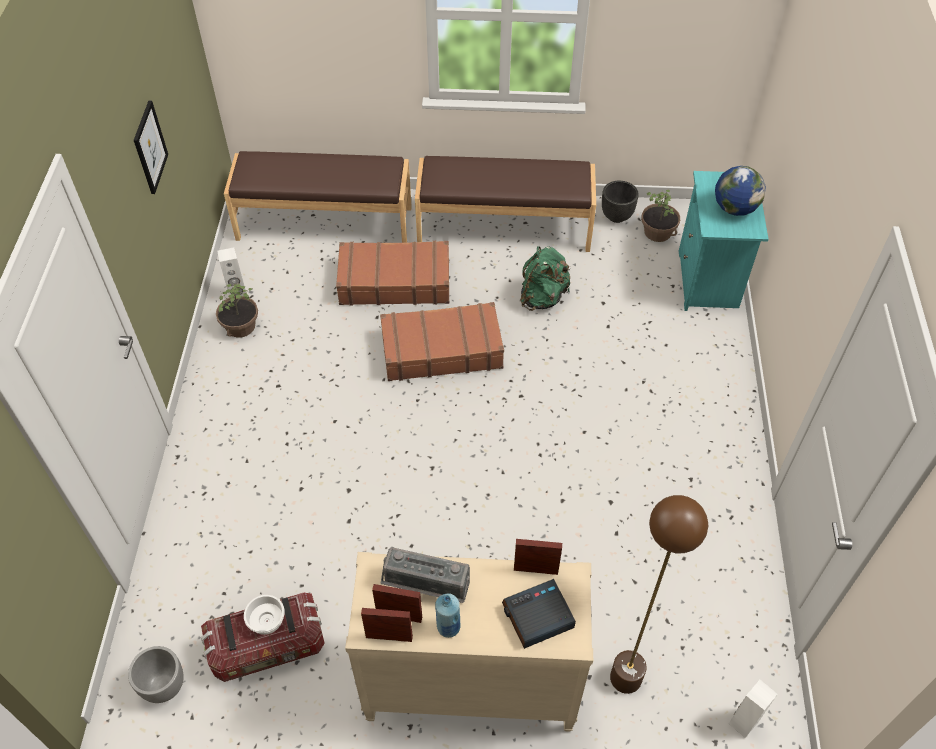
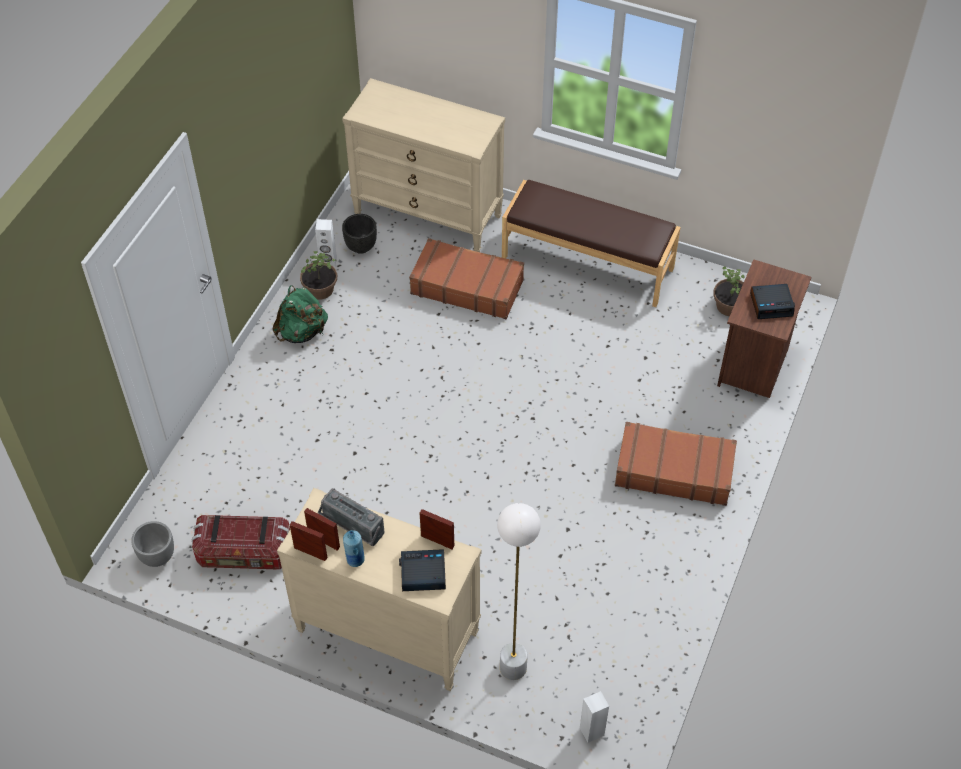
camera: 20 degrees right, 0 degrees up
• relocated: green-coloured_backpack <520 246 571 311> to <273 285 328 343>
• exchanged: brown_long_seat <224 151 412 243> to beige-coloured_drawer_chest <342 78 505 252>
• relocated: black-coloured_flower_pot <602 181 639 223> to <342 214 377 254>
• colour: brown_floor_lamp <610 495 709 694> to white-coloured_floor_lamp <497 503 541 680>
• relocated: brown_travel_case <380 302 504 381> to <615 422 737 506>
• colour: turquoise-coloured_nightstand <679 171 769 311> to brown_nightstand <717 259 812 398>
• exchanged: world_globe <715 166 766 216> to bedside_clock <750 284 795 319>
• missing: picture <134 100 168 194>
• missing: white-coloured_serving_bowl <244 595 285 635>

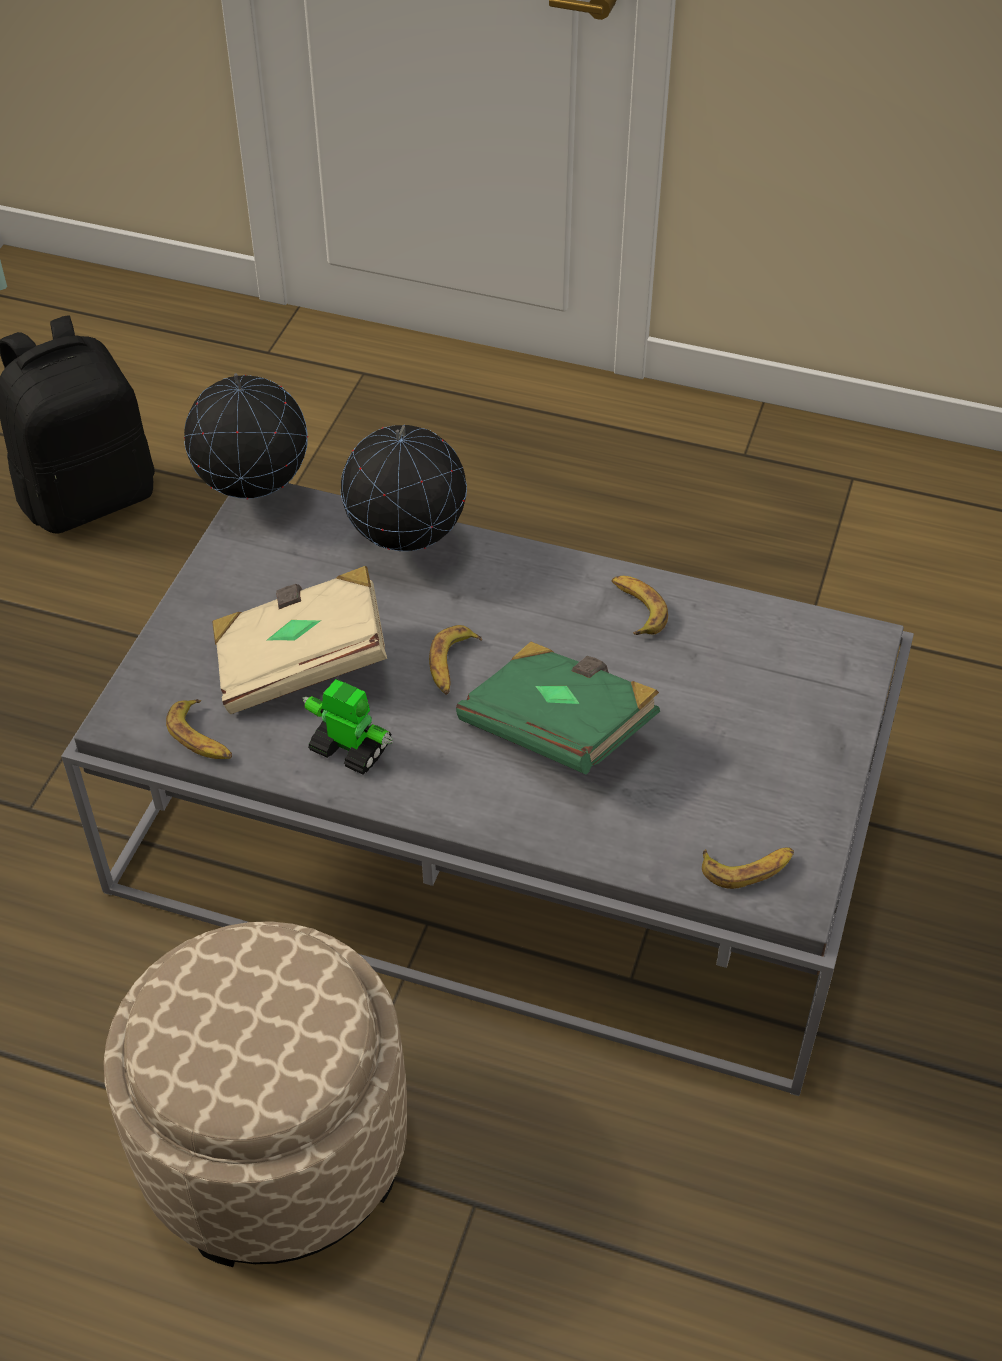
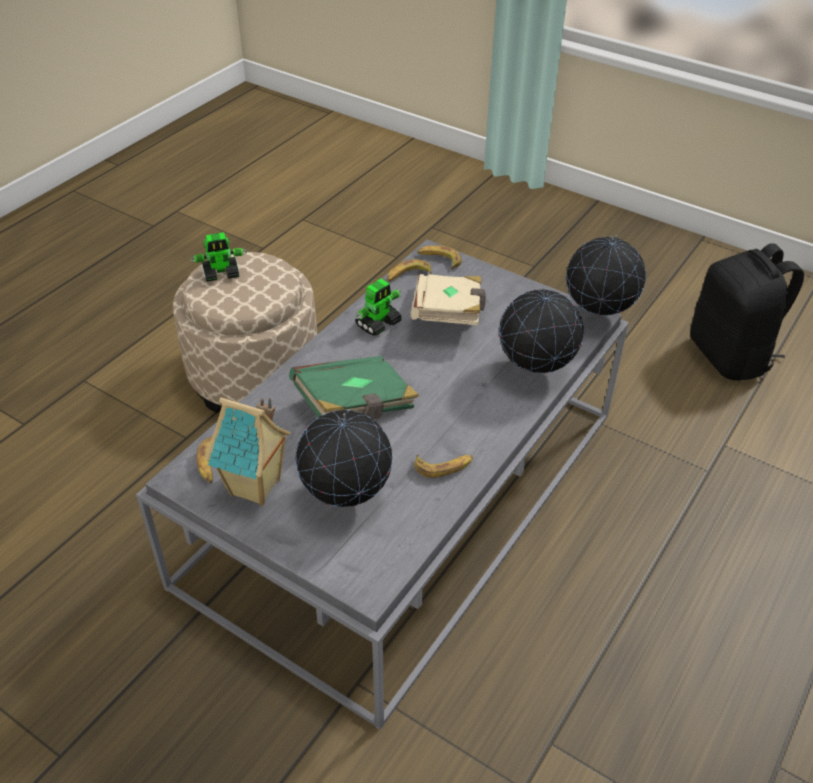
camera: 105 degrees right, 5 degrees down
• appeared: model_robot <191 232 247 282>
• appeared: toy_house <205 397 290 506>
• appeared: world_globe <295 410 393 507>
• relocated: banana <429 625 482 695> to <417 245 462 269>

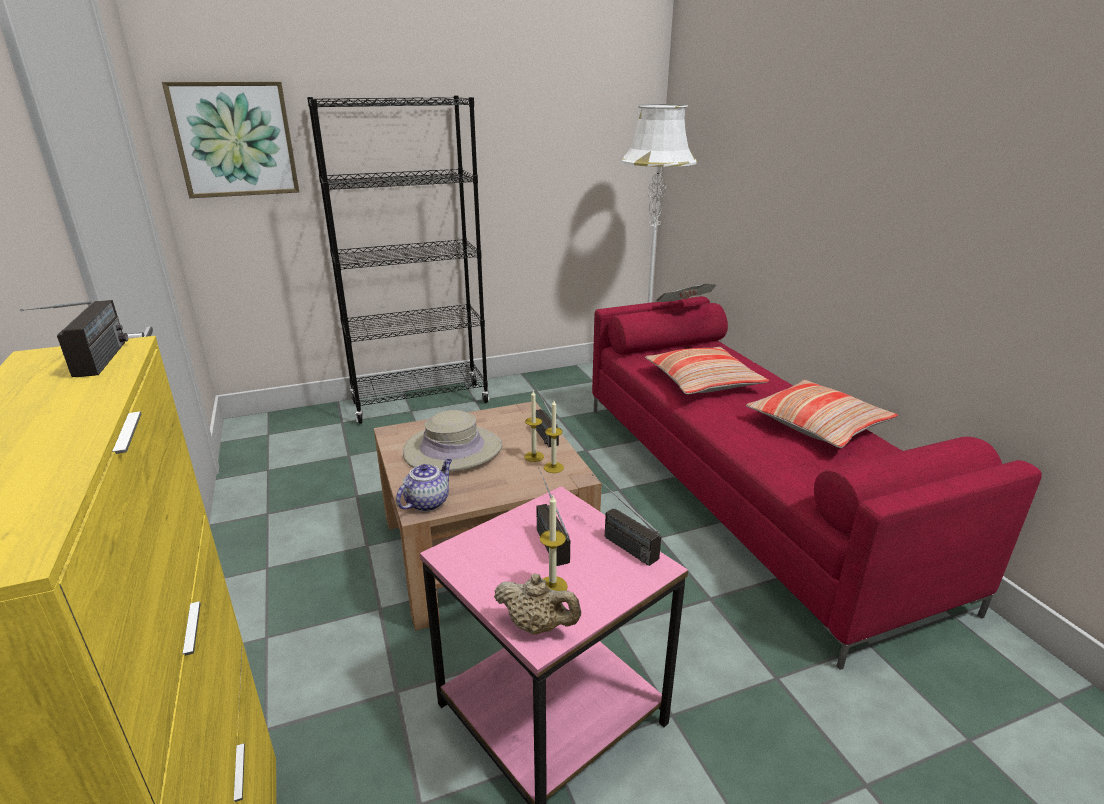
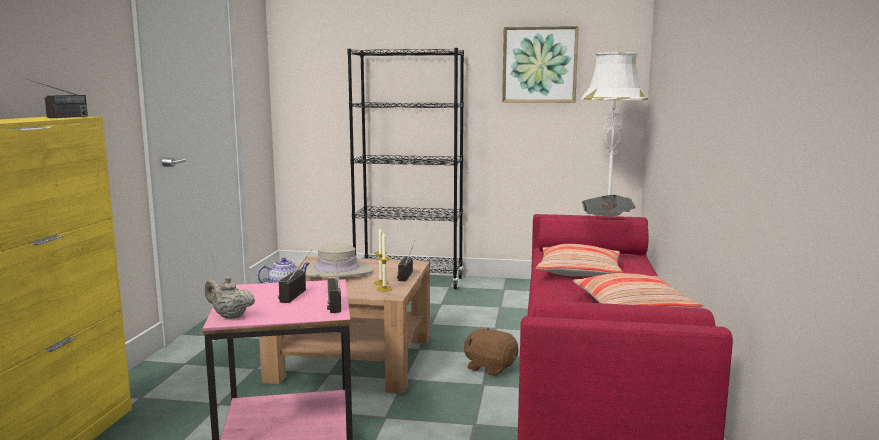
camera: 30 degrees right, 15 degrees down
• spun: beige-coloured_tea_pot <494 573 581 635> = <205 277 255 319> 150 degrees clockwise
• appeared: brown_soft_toy <464 328 518 376>
• relocated: picture <162 81 299 198> to <502 26 579 102>
• missing: wax_light <540 495 568 591>

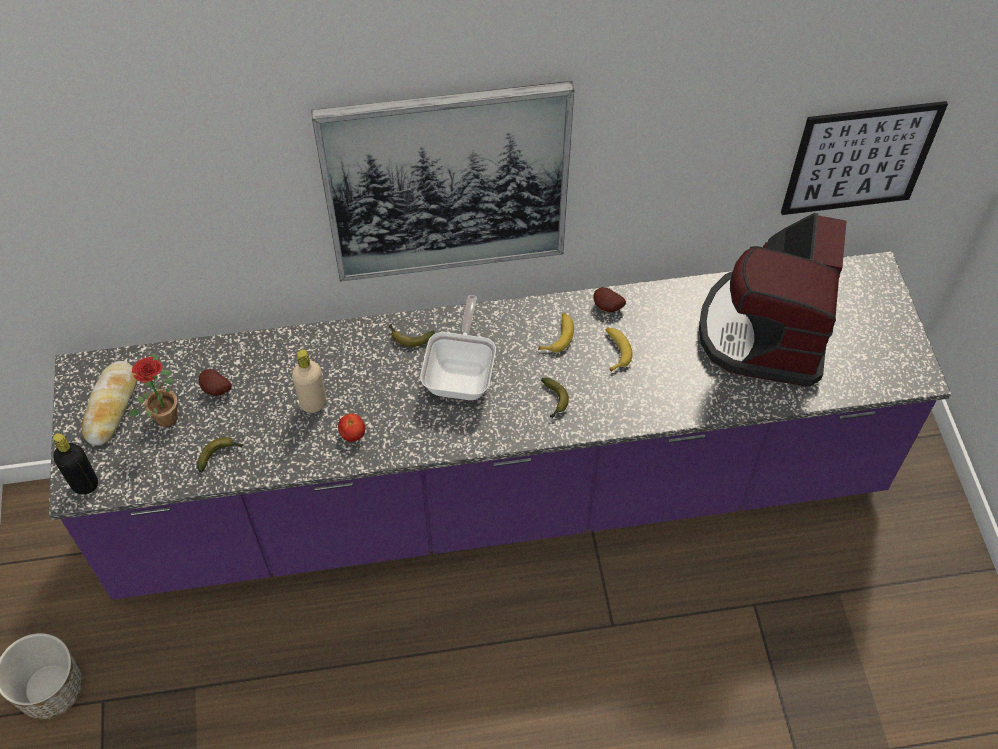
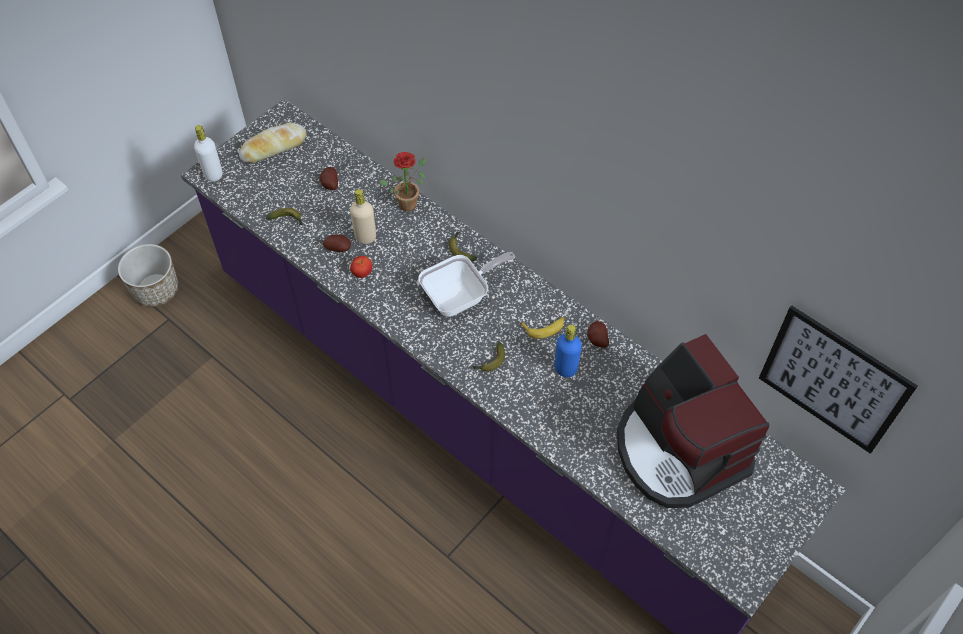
camera: 50 degrees right, 0 degrees up
• colour: black-coloured_beverage_bottle <53 433 98 494> to white-coloured_beverage_bottle <194 125 223 182>
• appeared: spud <323 235 351 252>
• relocated: houseplant <129 353 178 427> to <379 152 426 212>
• exchanged: banana <606 327 633 372> to bluish_beverage_bottle <555 325 582 377>
• spun: coffee_brewer <699 213 846 387> = <617 334 770 508> 90 degrees counterclockwise
• missing: picture <311 81 574 282>

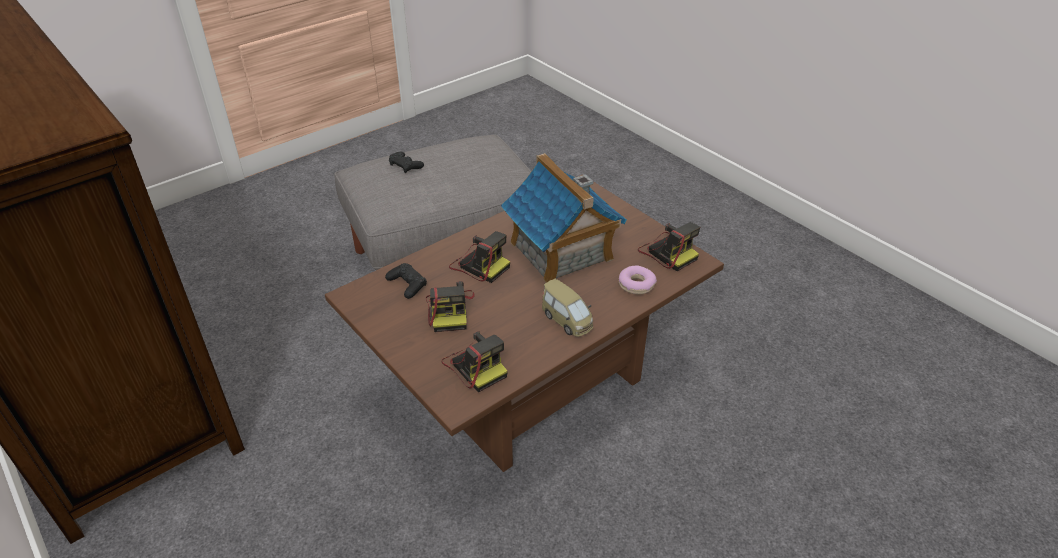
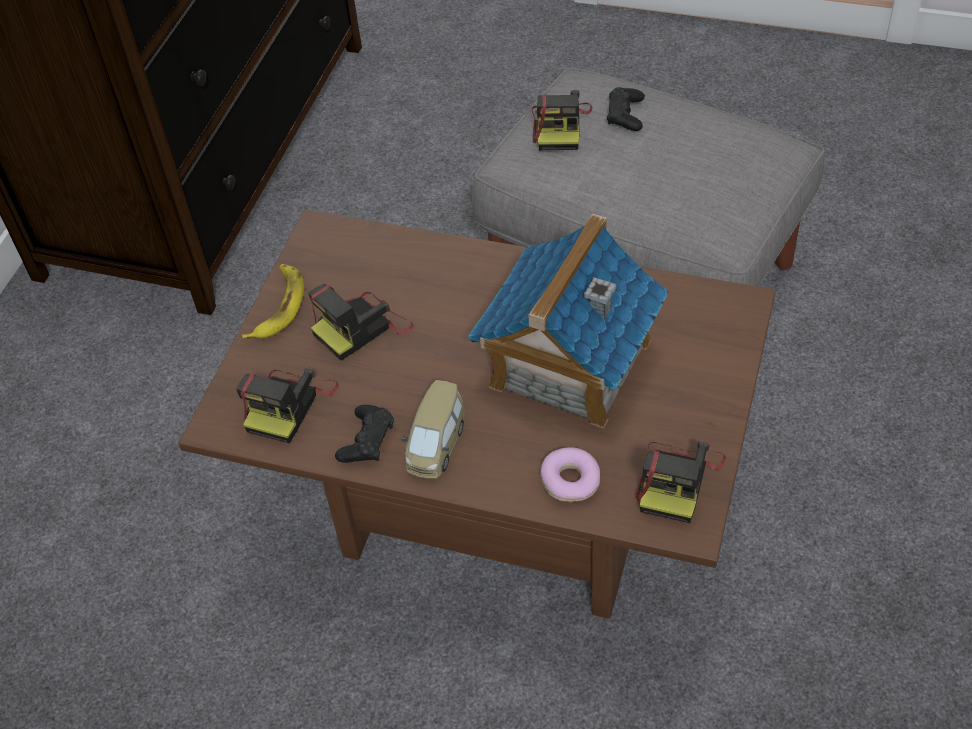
camera: 60 degrees right, 10 degrees up
• appeared: banana <242 264 304 338>
• relocated: black-coloured_joypad <385 263 427 299> to <335 405 394 463>
• relocated: still_camera <449 231 510 283> to <532 90 592 150>

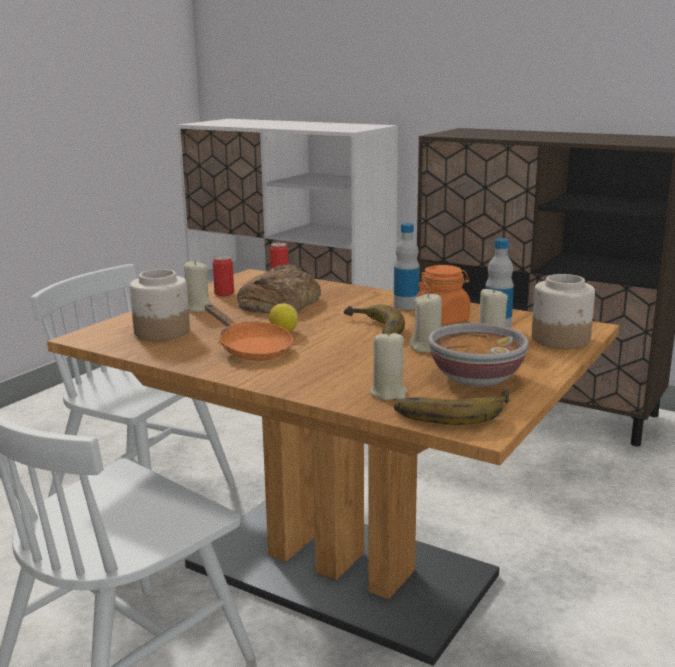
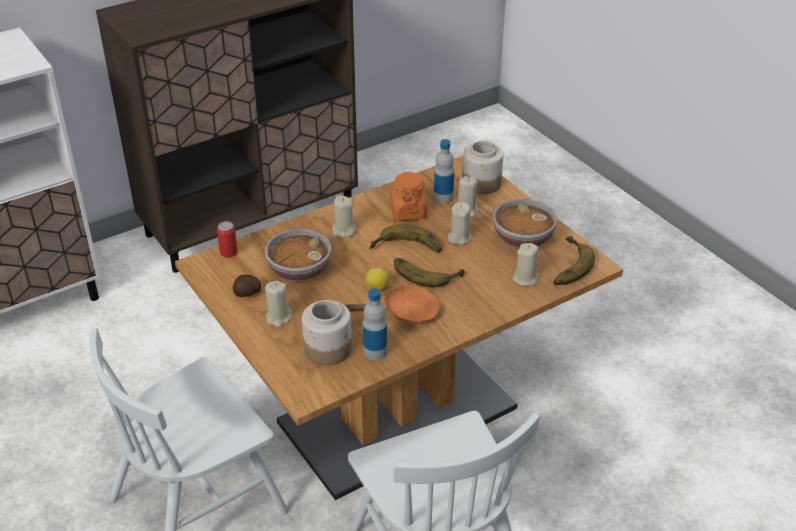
camera: 65 degrees left, 20 degrees up
• exchanged: sealed_can <213 255 234 296> to spud <233 275 261 297>
• exchanged: bread <237 264 321 313> to serving_bowl <265 229 332 282>
• appeared: beige-coloured_wax_light <332 196 356 238>
• relocated: beverage_bottle <394 223 420 310> to <363 288 387 360>
• appeared: banana <394 258 465 287>

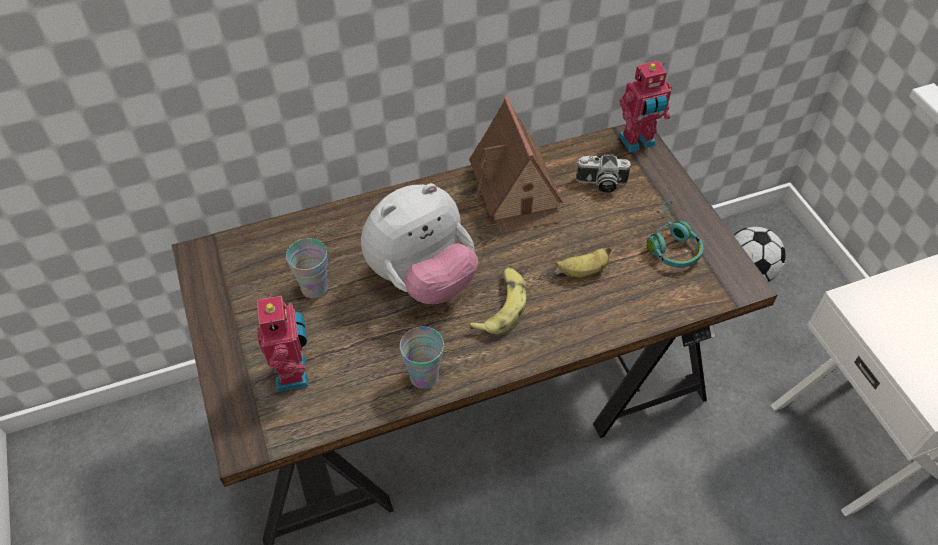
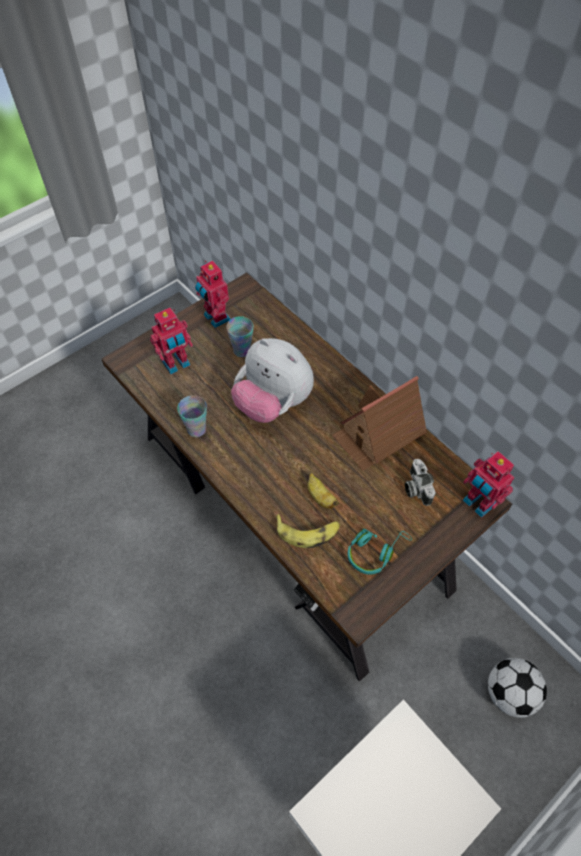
camera: 70 degrees right, 5 degrees up
• appeared: model_robot <195 261 231 328>
• relocated: banana <469 268 527 334> to <276 514 340 548>

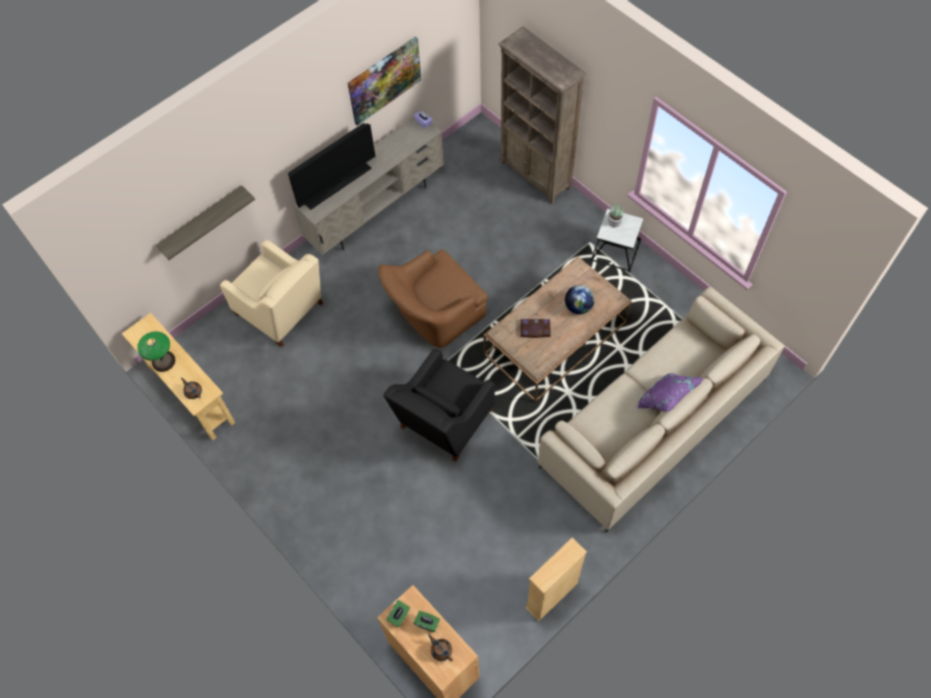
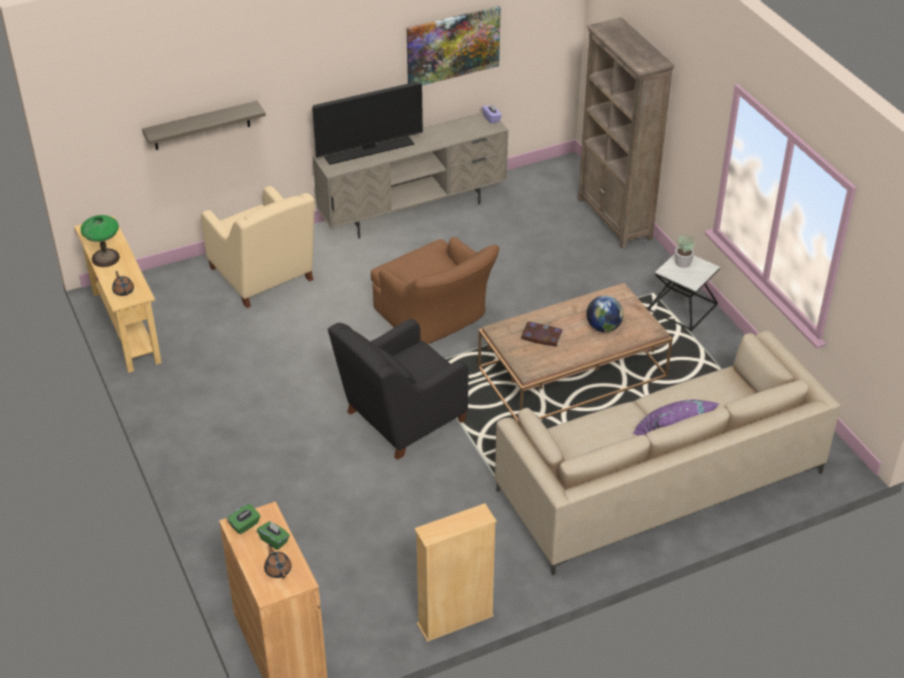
camera: 15 degrees right, 20 degrees down
• spun: brown_lounge_chair <378 249 488 348> = <371 237 500 344> 105 degrees counterclockwise

